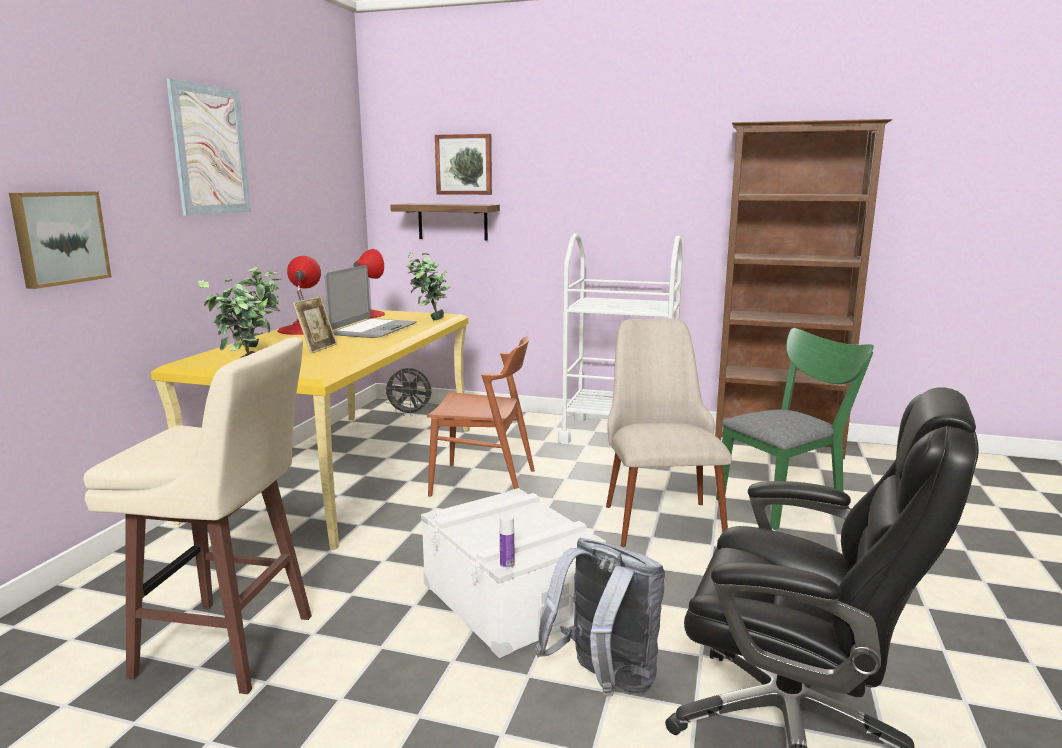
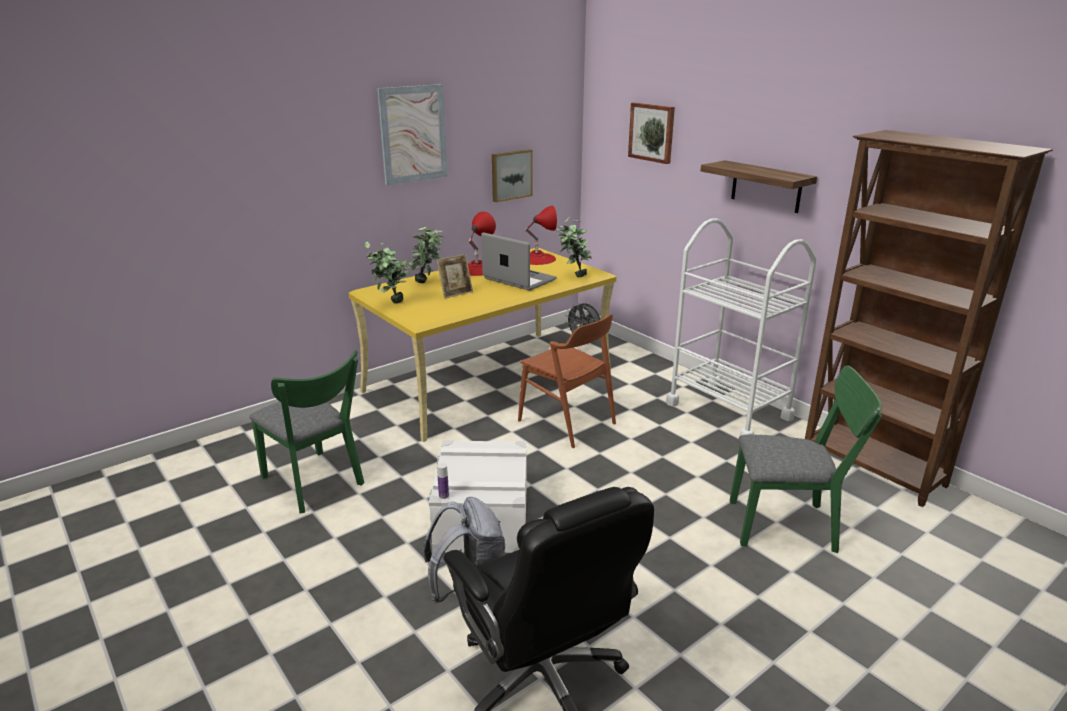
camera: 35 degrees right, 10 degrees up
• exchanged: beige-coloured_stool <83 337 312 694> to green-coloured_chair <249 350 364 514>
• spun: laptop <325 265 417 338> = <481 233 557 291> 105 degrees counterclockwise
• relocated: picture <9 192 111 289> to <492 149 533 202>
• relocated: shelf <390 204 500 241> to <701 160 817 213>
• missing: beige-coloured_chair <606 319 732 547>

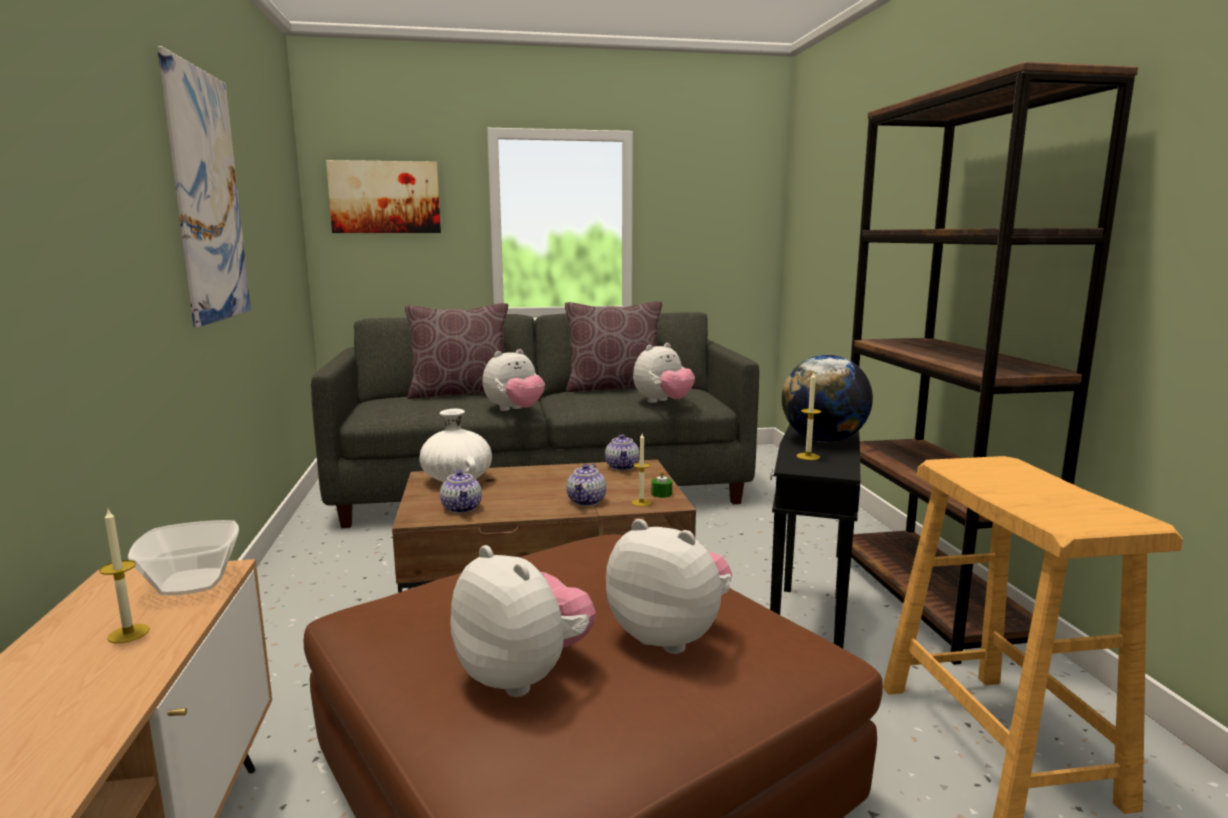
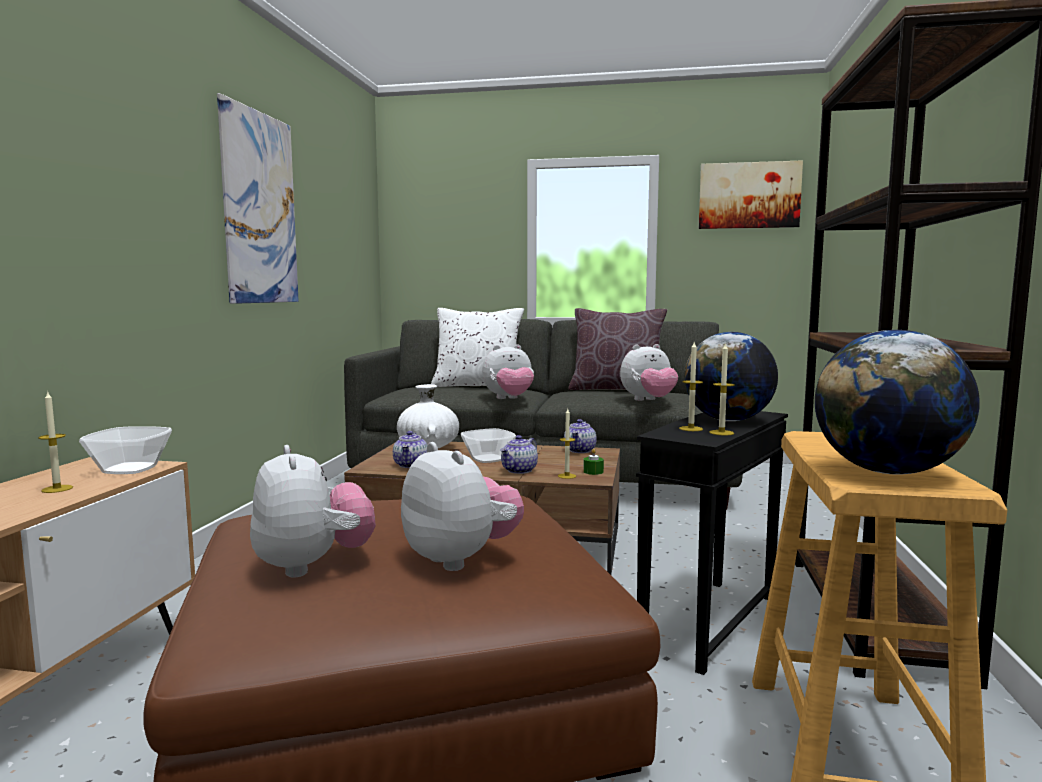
camera: 20 degrees right, 5 degrees down
• colour: brown_pillow <405 303 508 399> to white-coloured_pillow <431 308 524 387>
• appeared: serving_bowl <461 428 516 463>
• relocated: picture <326 160 441 233> to <699 160 803 229>
• appeared: wax_light <709 343 735 436>
• appeared: world_globe <815 330 980 475>

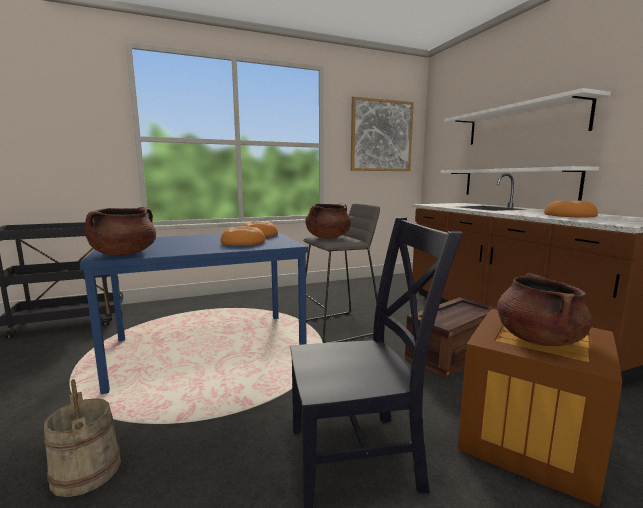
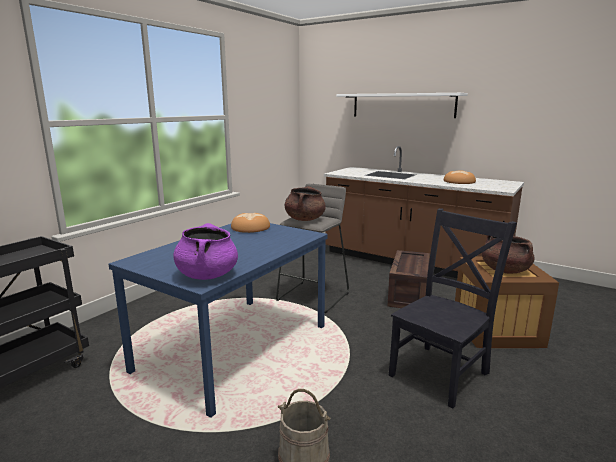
camera: 35 degrees left, 5 degrees up
• colour: brown_cooking_pot <85 207 156 256> to purple-coloured_cooking_pot <173 223 238 280>
• missing: bread <220 226 265 246>
• missing: picture <351 96 414 171>
• missing: white-coloured_shelf <441 166 599 201>

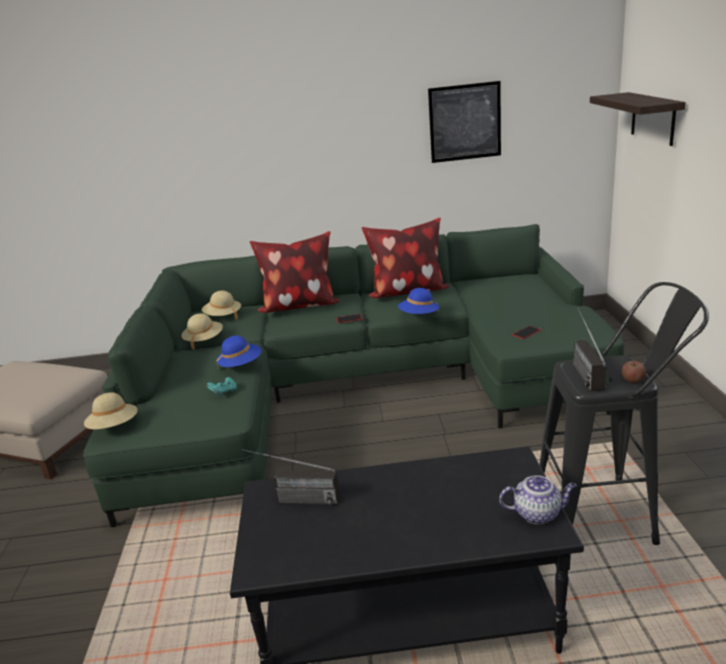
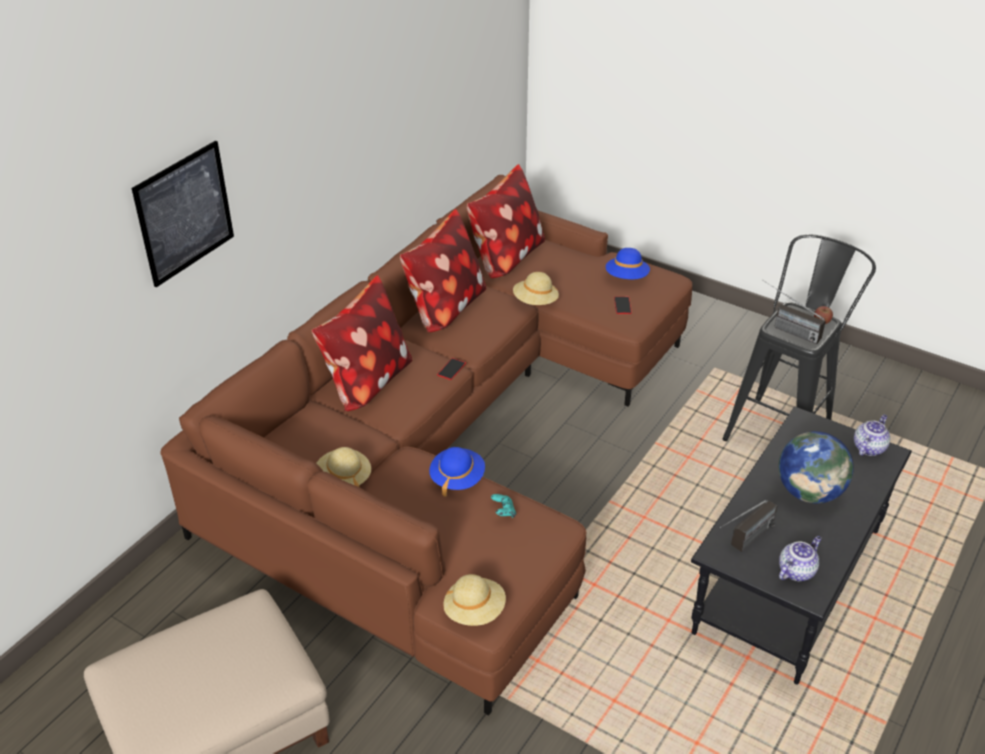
camera: 55 degrees left, 15 degrees up
• relocated: picture <428 81 501 163> to <132 140 234 287>
• colour: green-coloured_settee <83 224 624 527> to brown_settee <160 175 692 715>
• appeared: pillow <467 164 545 278>
• relocated: beige-coloured_hat <202 291 241 320> to <513 272 559 305>
• relocated: bluish_hat <398 288 439 314> to <606 248 650 279>
• appeared: world_globe <779 431 854 504>
• appeared: tea_pot <779 536 821 581>
• missing: shelf <590 92 686 146>

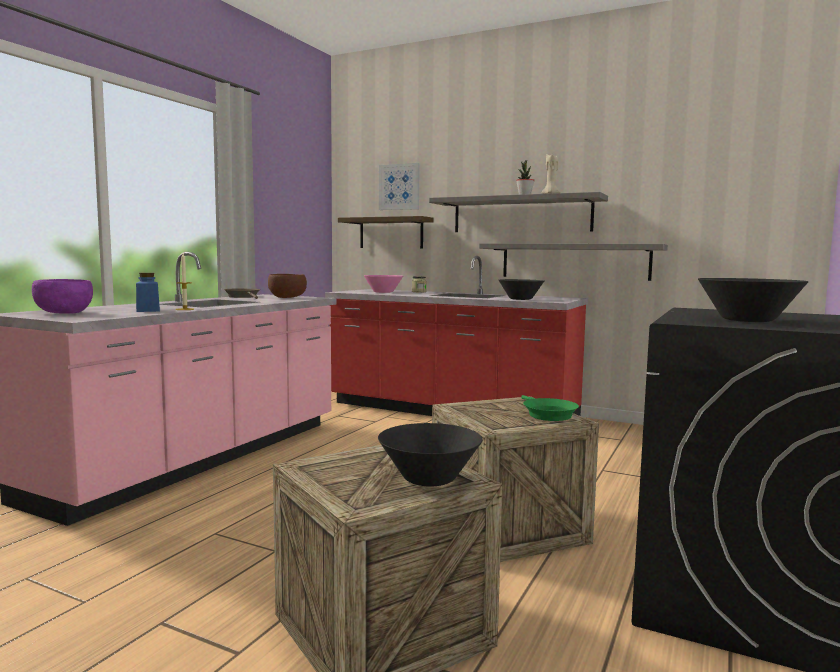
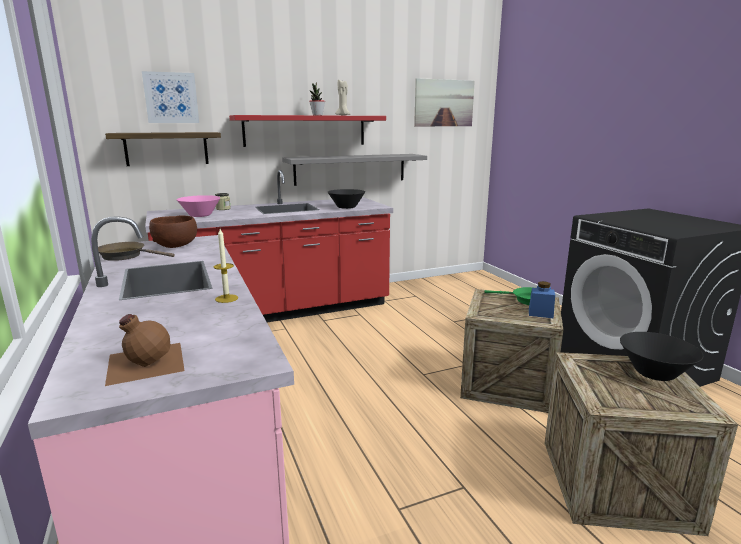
camera: 50 degrees left, 10 degrees up
• exchanged: purple-coloured_serving_bowl <32 279 93 314> to brown_beverage_bottle <105 314 185 386>
• colour: grey_shelf <429 192 608 232> to red_shelf <229 115 386 147>
• appeared: picture <414 78 475 126>
• relocated: bluish_storage_jar <136 273 160 312> to <529 281 555 318>
• missing: black-coloured_serving_bowl <698 278 809 322>

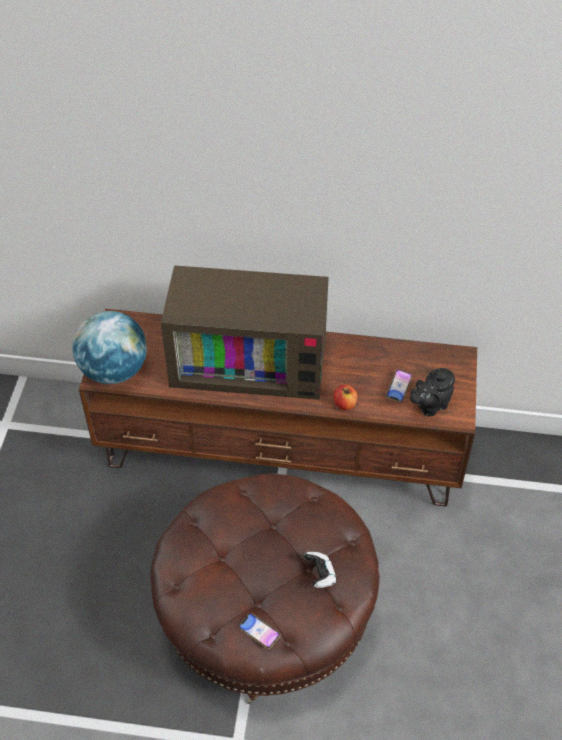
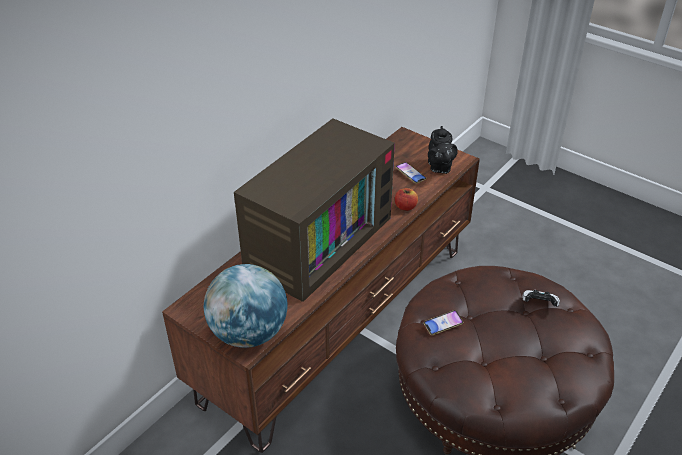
camera: 60 degrees left, 10 degrees down
• relocated: telephone <239 613 281 649> to <424 310 463 335>

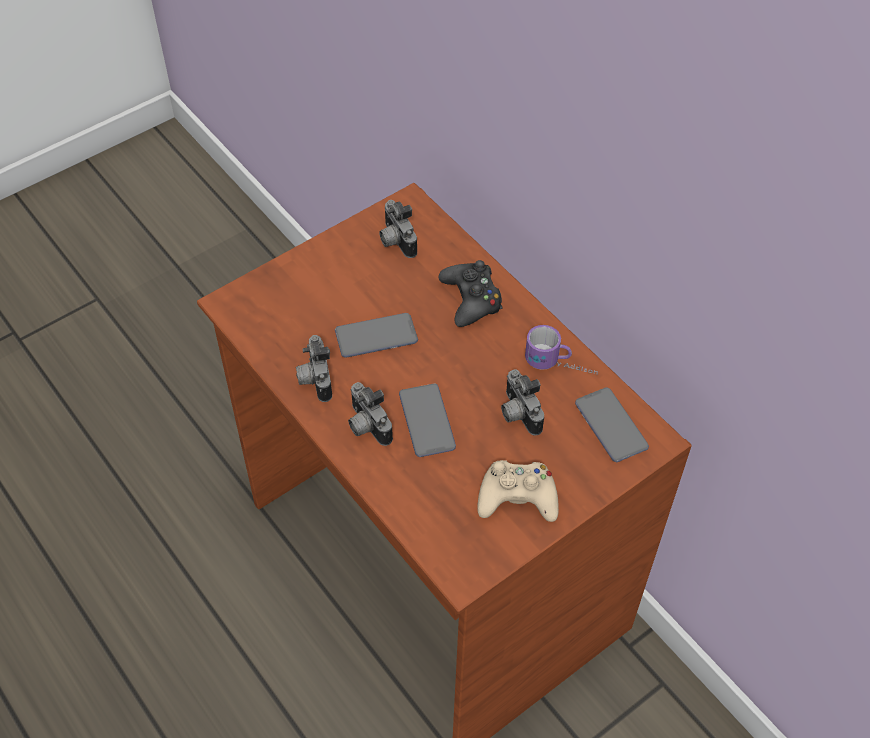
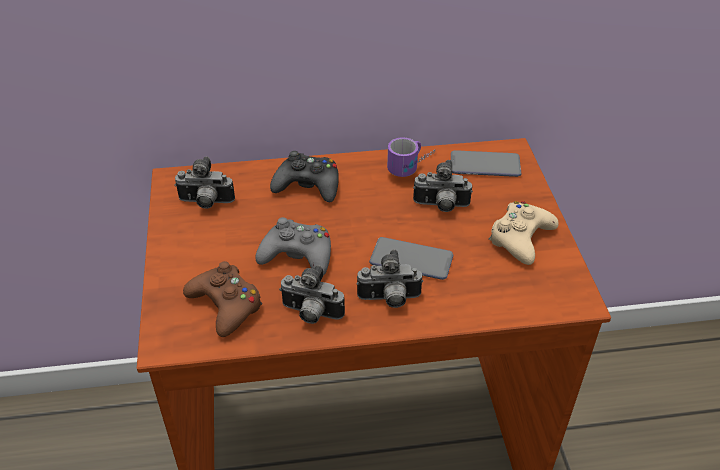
camera: 60 degrees left, 10 degrees down
• appeared: brown_joypad <183 261 262 337>
• exchanged: telephone <335 313 418 358> to grey_joypad <255 217 331 276>

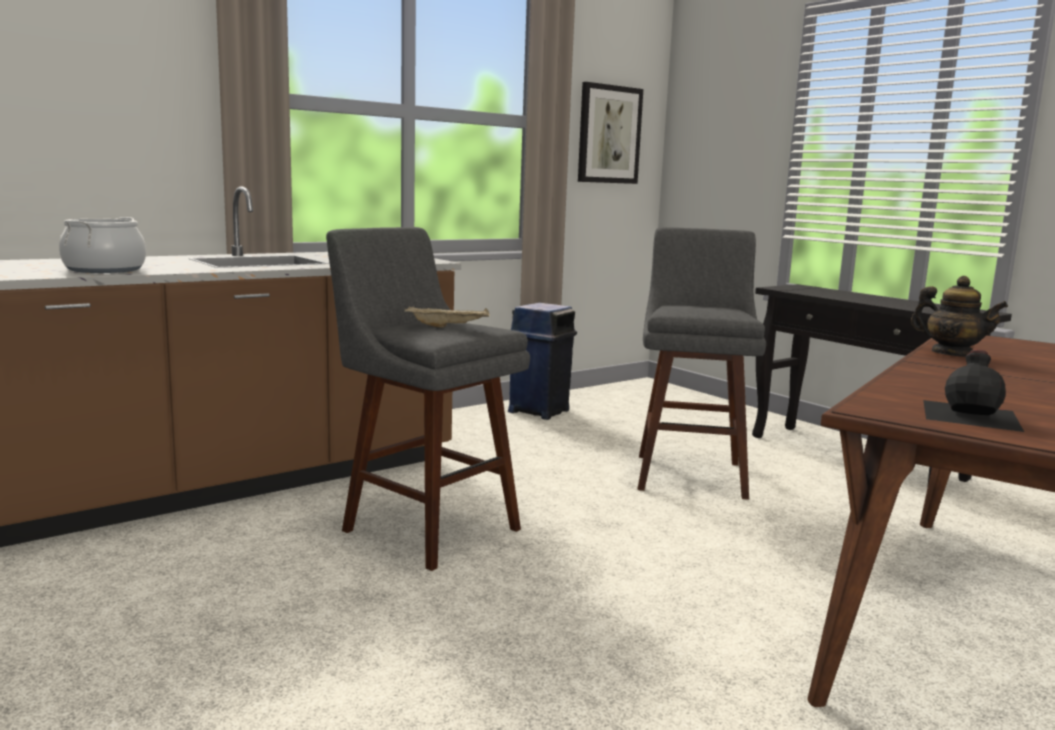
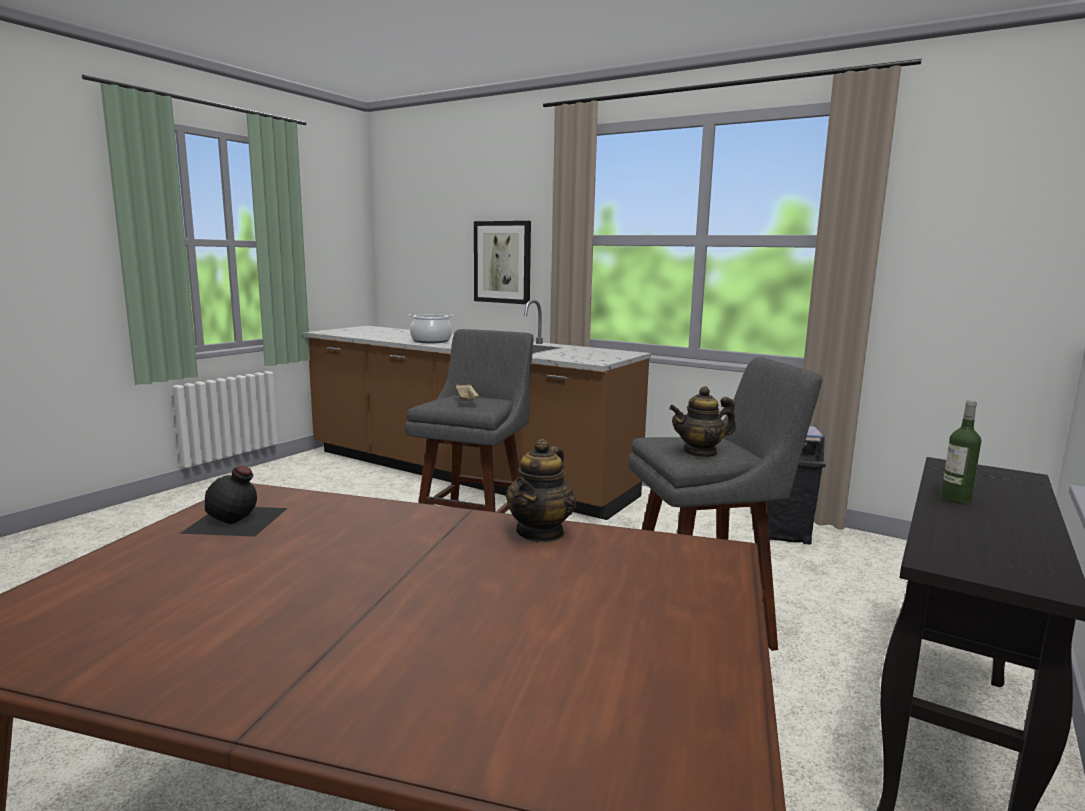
camera: 70 degrees right, 0 degrees up
• relocated: picture <578 82 643 184> to <474 221 531 304>
• appeared: tea_pot <669 386 736 458>
• appeared: beverage_bottle <941 400 981 504>

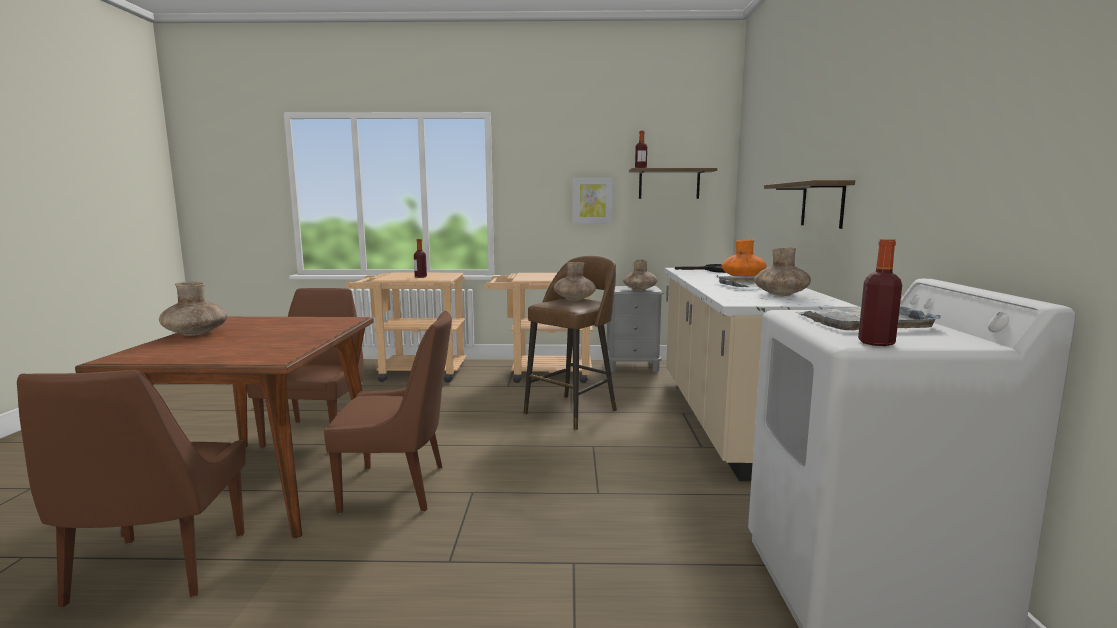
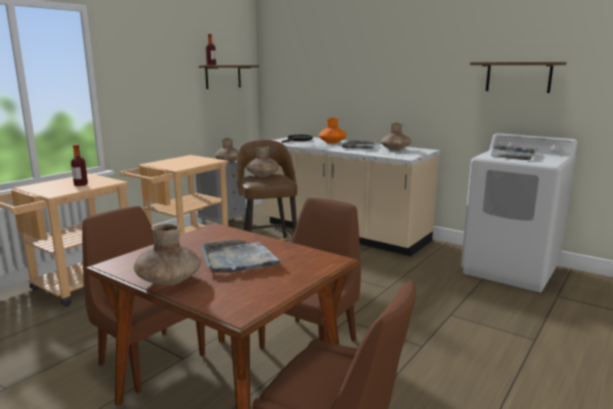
camera: 55 degrees left, 5 degrees up
• appeared: grey_serving_tray <201 240 284 273>
• relocated: shelf <764 180 855 229> to <470 62 566 93>
• missing: picture <573 178 613 223>
• missing: beverage_bottle <858 239 902 346>

